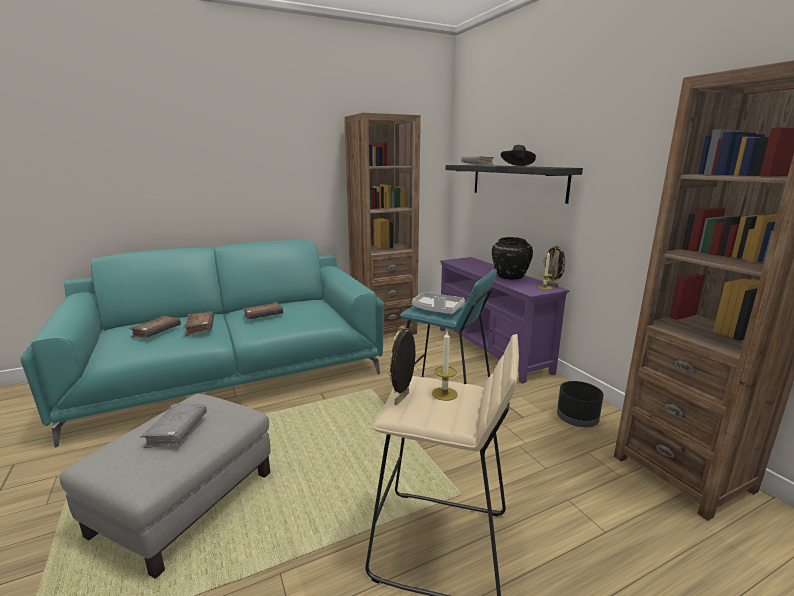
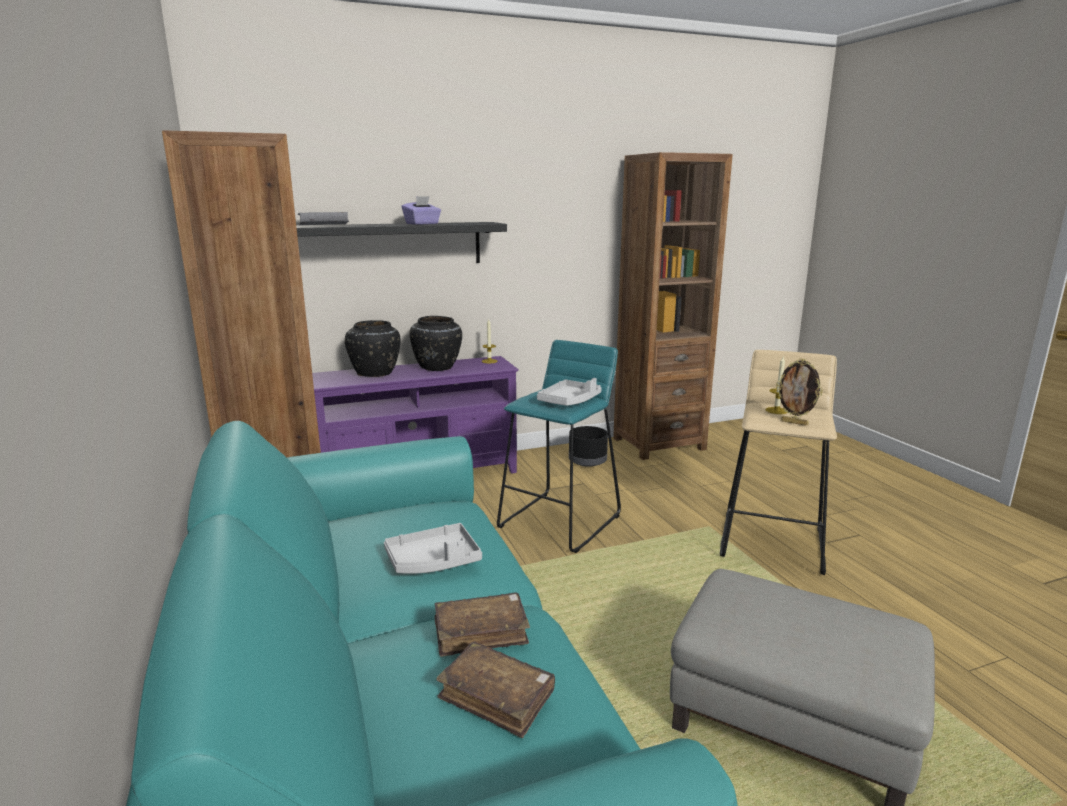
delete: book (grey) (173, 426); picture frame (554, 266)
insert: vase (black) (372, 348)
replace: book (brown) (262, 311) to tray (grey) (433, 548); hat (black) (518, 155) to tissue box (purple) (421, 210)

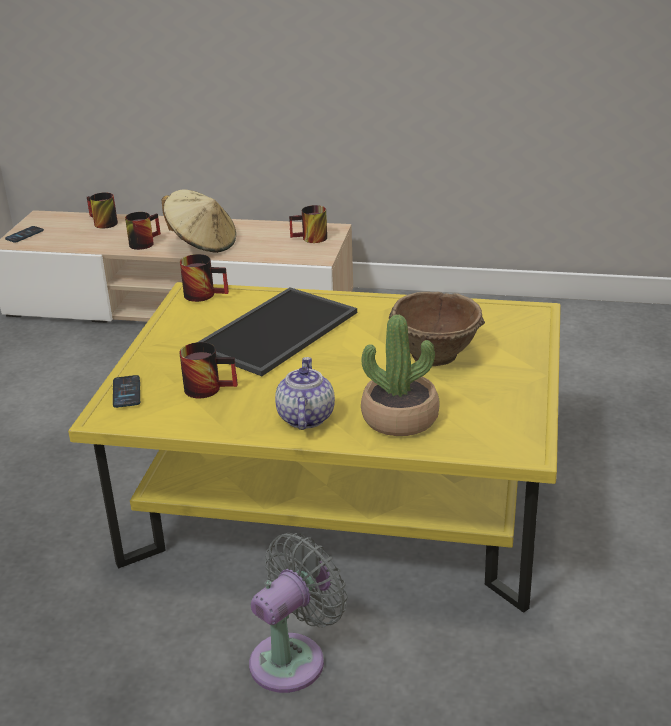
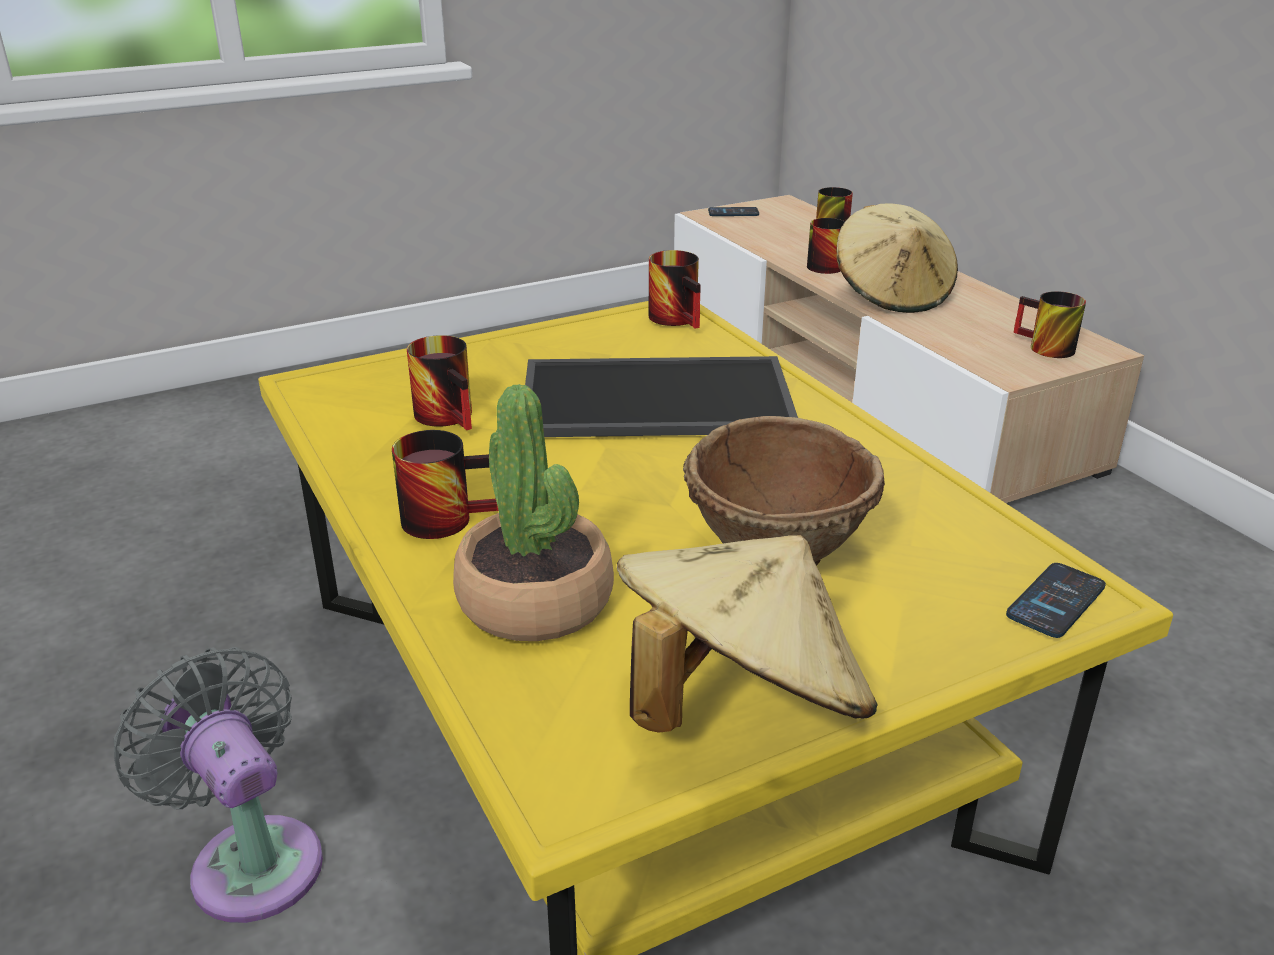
insert: hat (beige) (747, 634)
move: phone (126, 391) to (1056, 600)
replace: teapot (305, 393) to mug (445, 484)
rotate: fan (grey) (298, 613) = (218, 785) 135 degrees counterclockwise

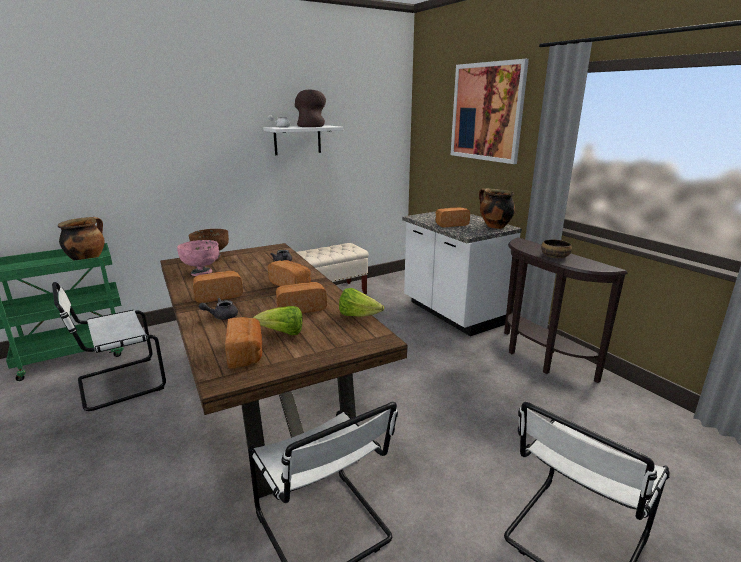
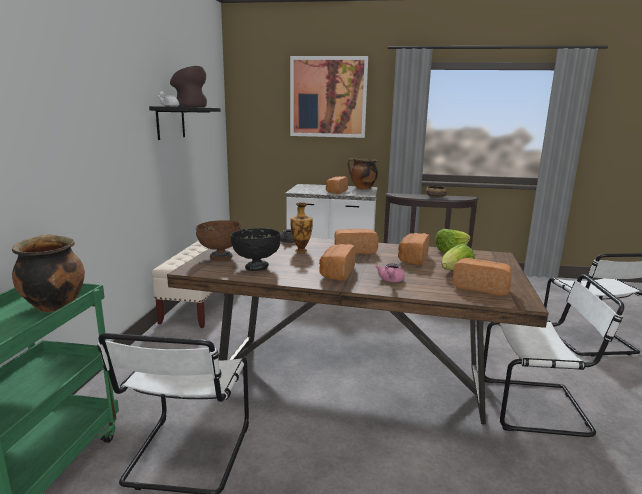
insert: vase (301, 227)
recolor: shelf (white) (303, 140) to shelf (black) (185, 123); bowl (pink) (198, 258) to bowl (black) (256, 249); teapot (grey) (218, 309) to teapot (pink) (390, 272)

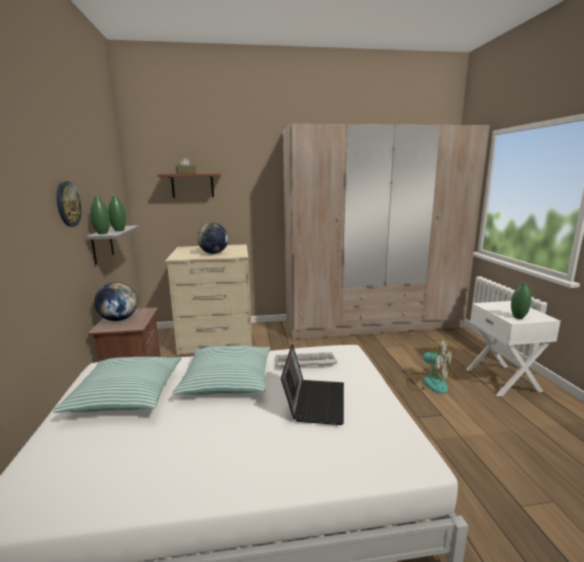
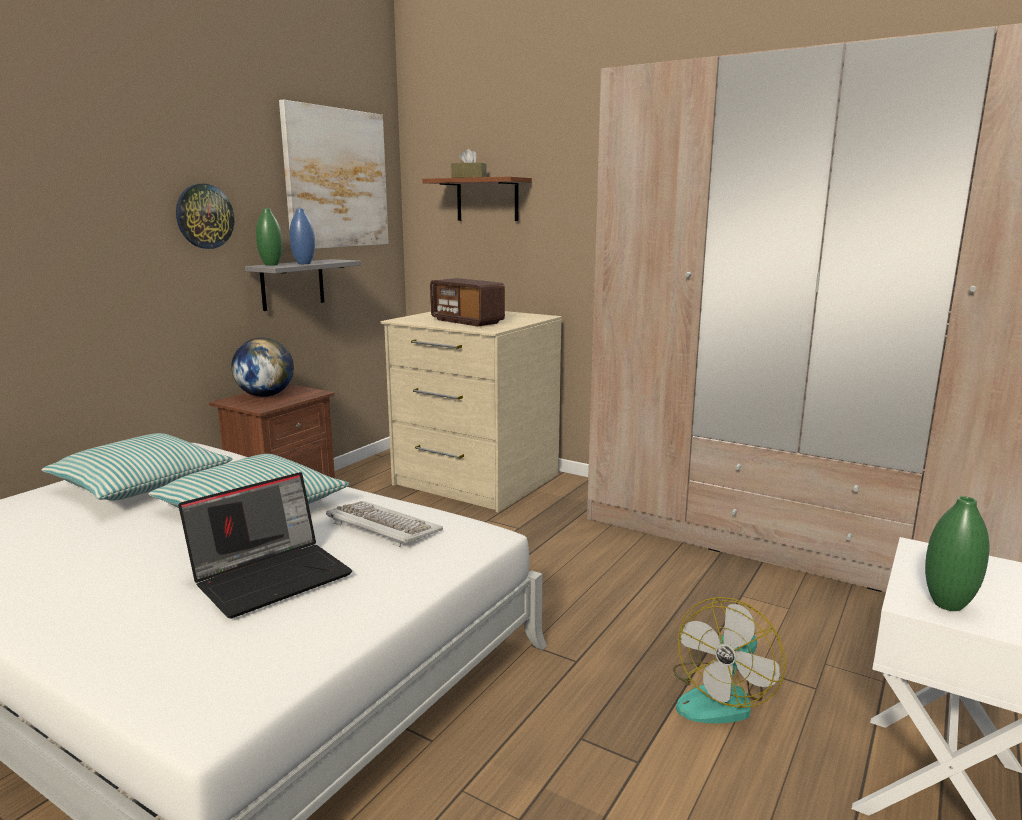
insert: picture (334, 174)
replace: globe (213, 238) to radio (467, 302)
recolor: vase (green) (117, 213) to vase (blue) (302, 236)
rotate: fan (430, 366) = (729, 660) 45 degrees clockwise

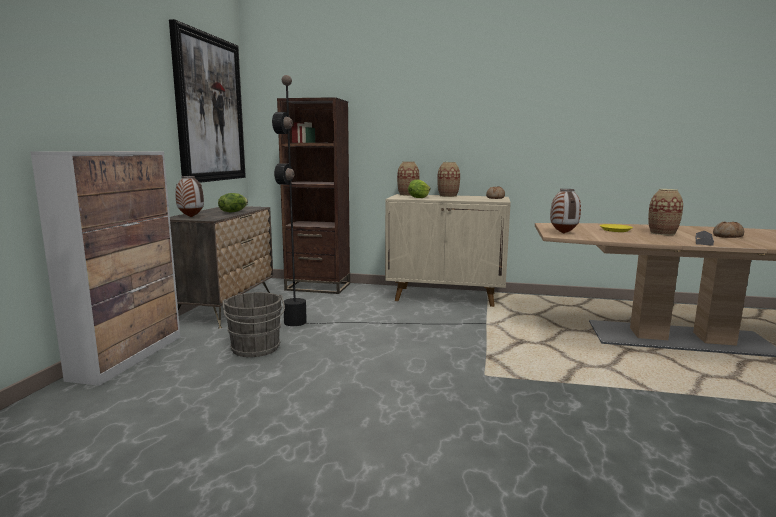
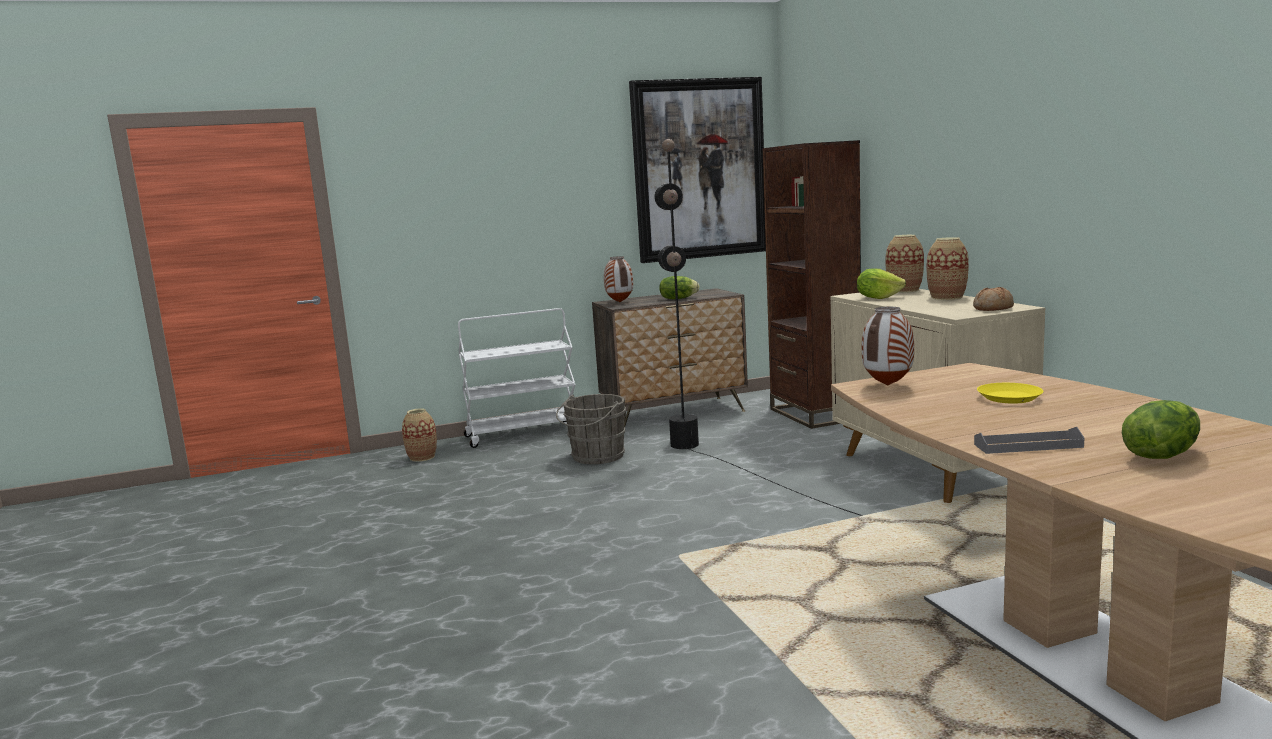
move: vase (665, 212) to (419, 435)
replace: cabinet (105, 268) to cart (white) (517, 378); bread (728, 230) to lettuce (1161, 429)

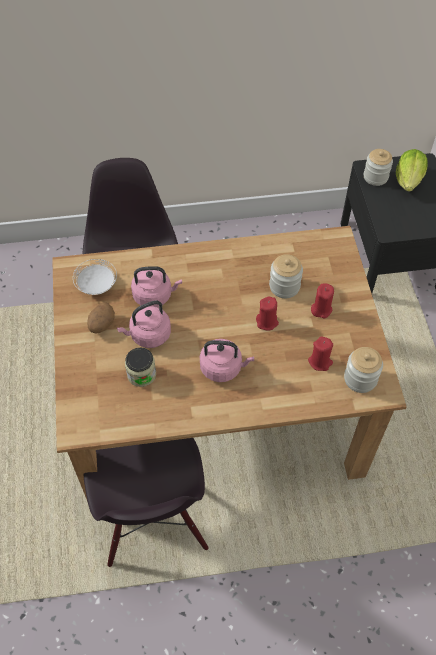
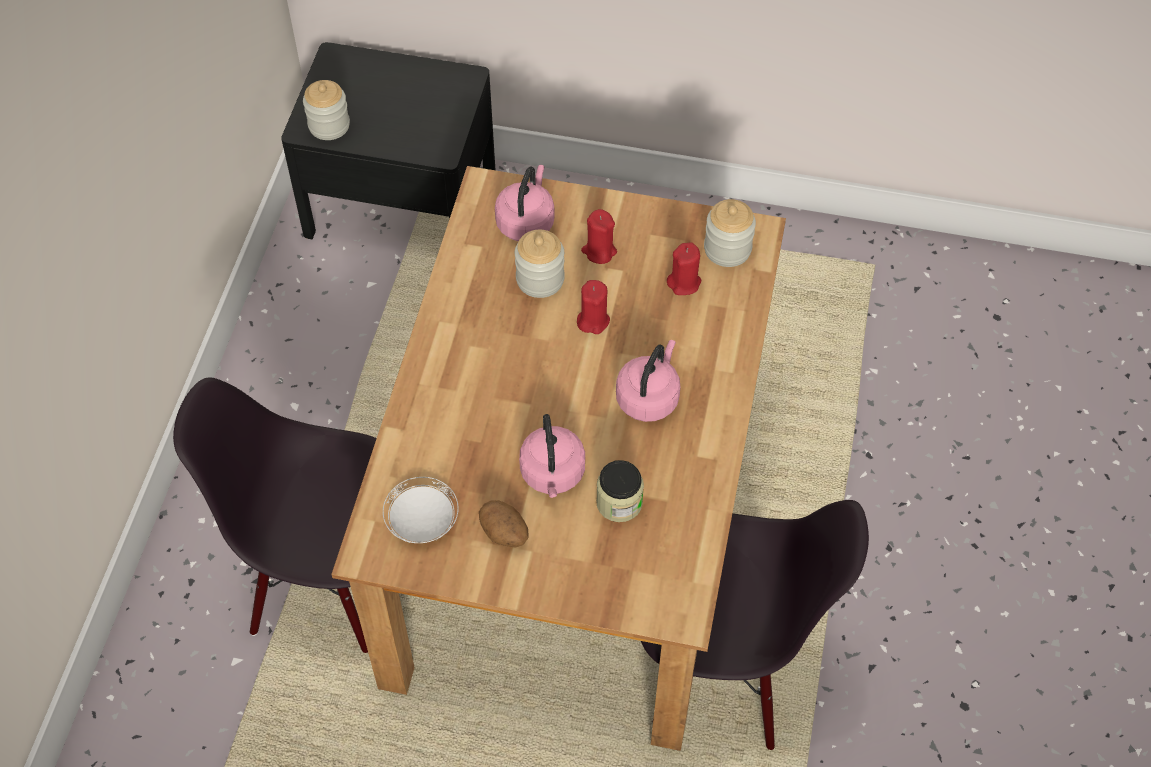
delete: lettuce (412, 170)
move: kettle (pink) (156, 286) to (525, 203)

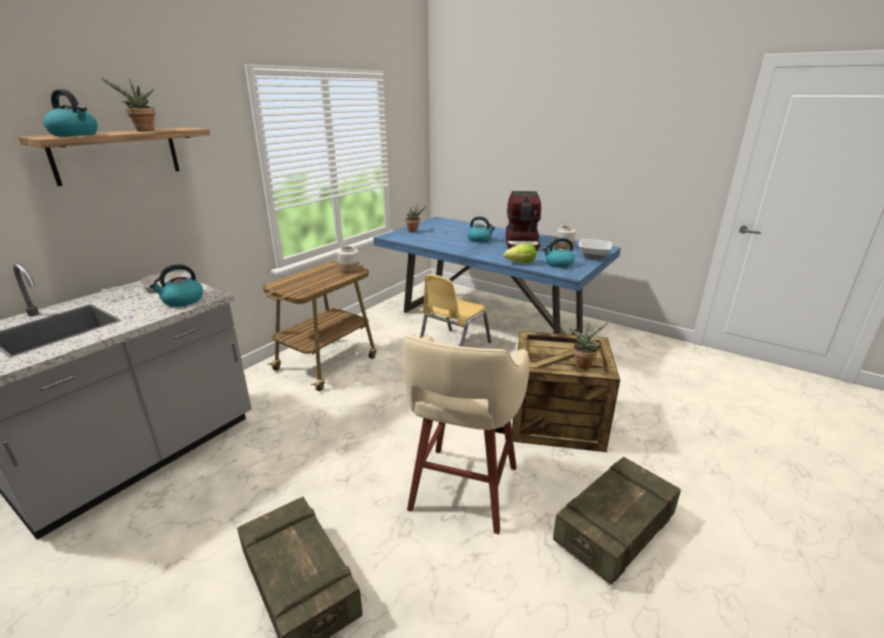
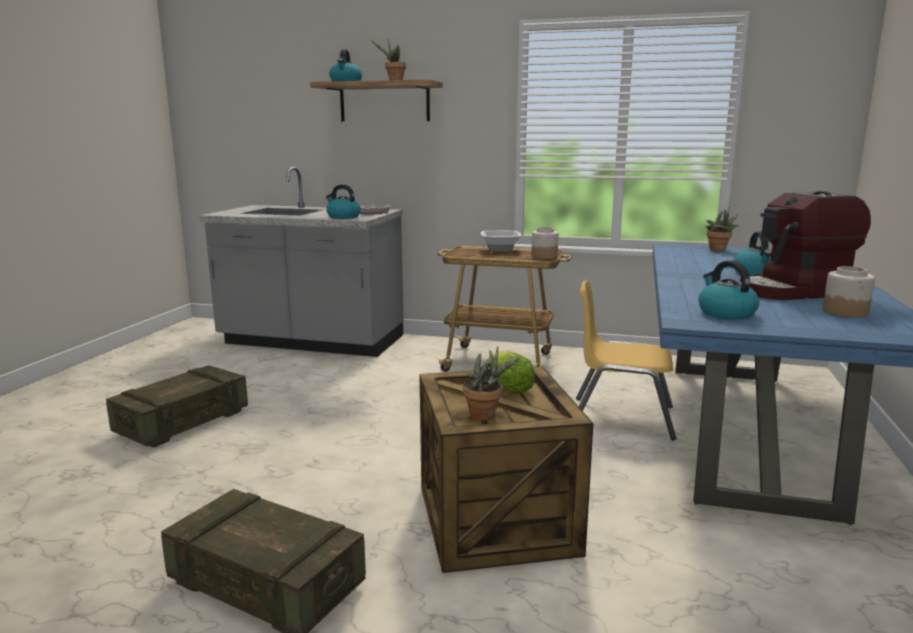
delete: stool (beige) (466, 434)
move: bowl (595, 249) to (501, 241); lettuce (520, 253) to (510, 372)

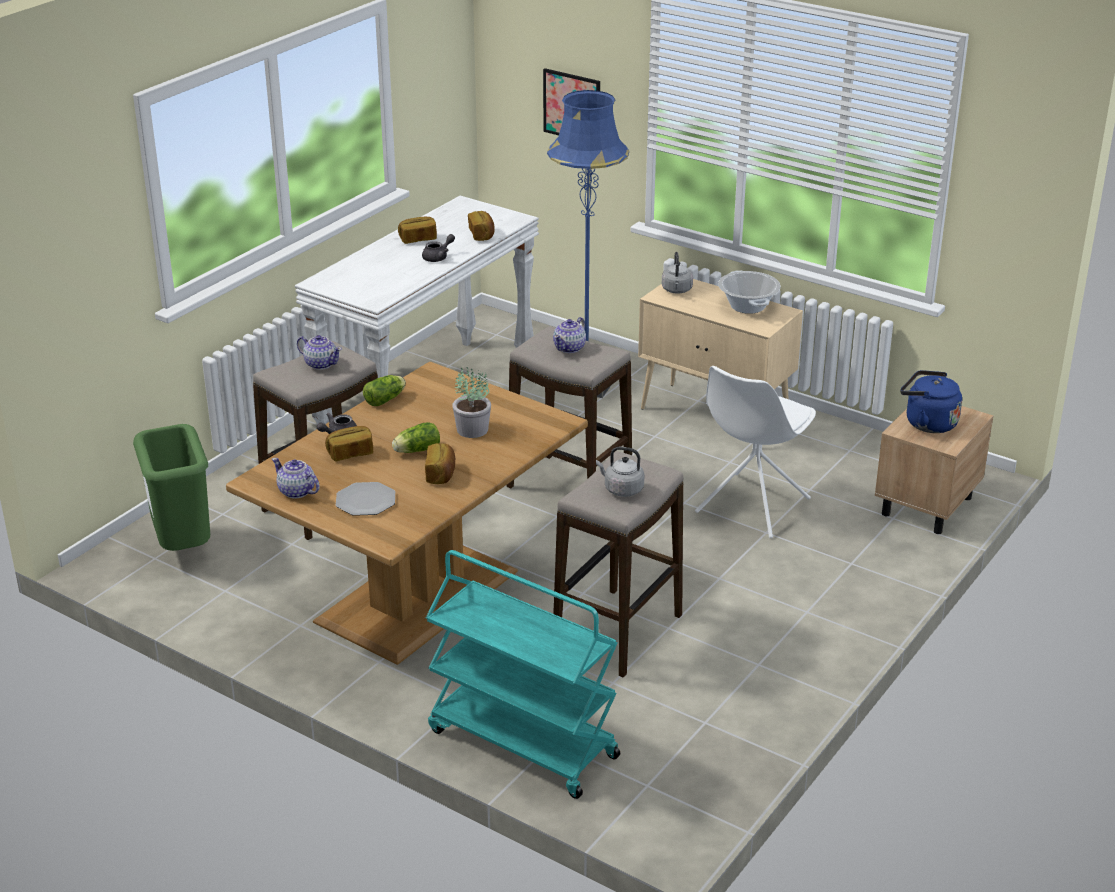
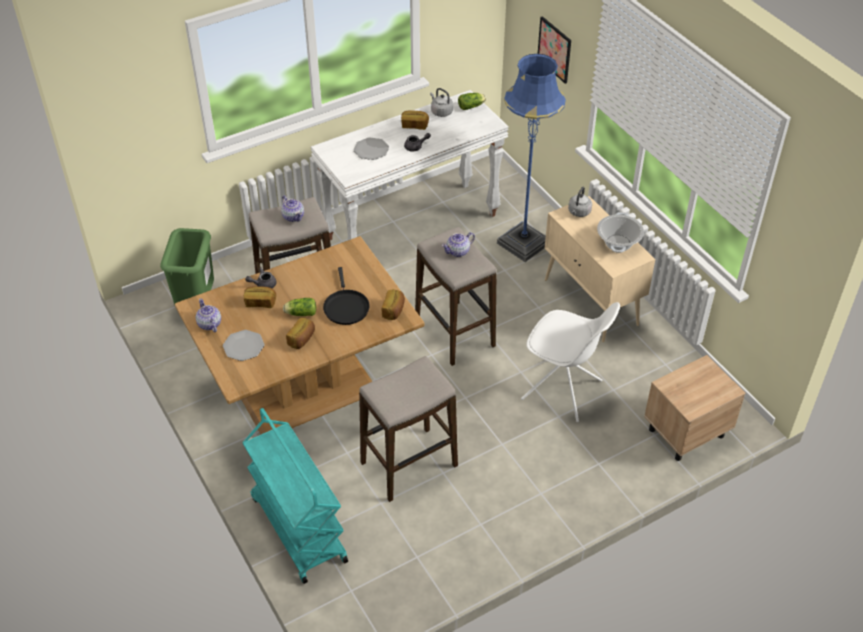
delete: kettle (blue) (931, 401)
insert: plate (371, 148)
move: bread (481, 226) to (393, 304); kettle (grey) (620, 471) to (441, 102); lettuce (384, 390) to (472, 101)
replace: potted plant (471, 402) to frying pan (black) (346, 296)
rotate: chair (white) (755, 452) = (570, 362) 120 degrees counterclockwise

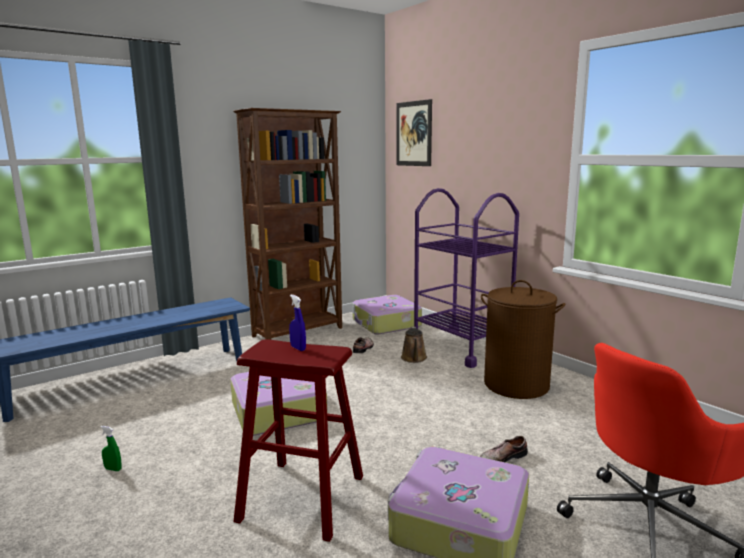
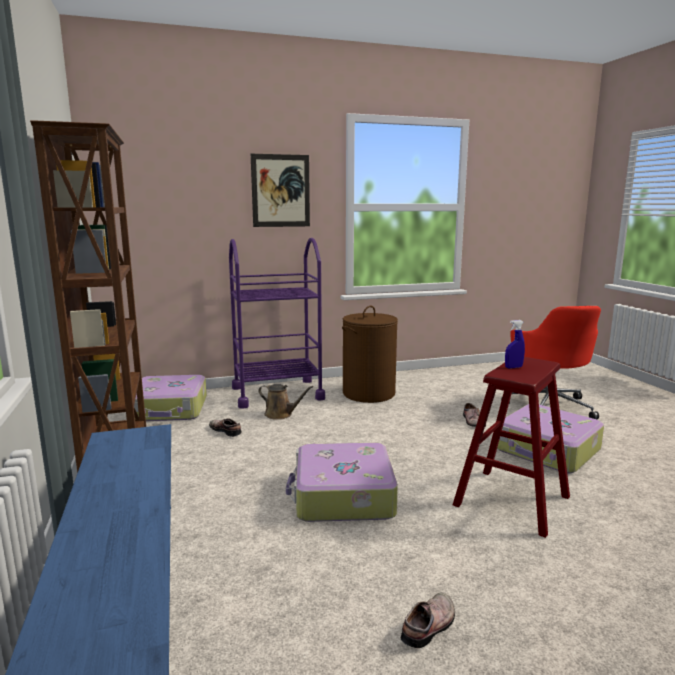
move: picture (414, 132) to (280, 190)
replace: spray bottle (green) (111, 448) to shoe (428, 620)

